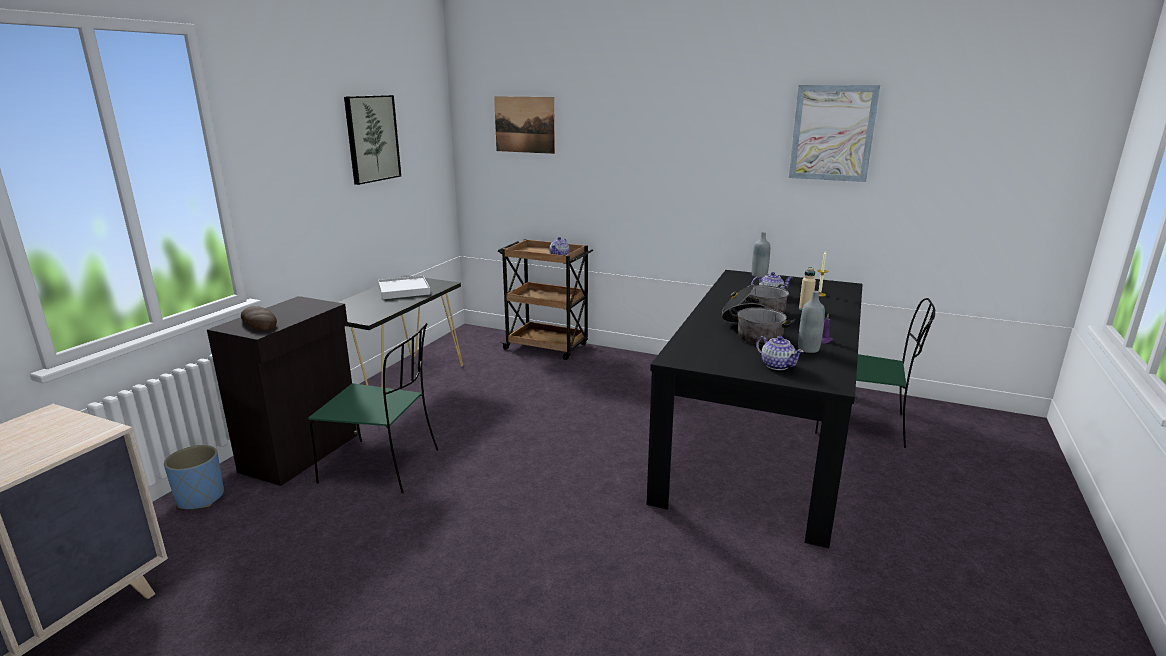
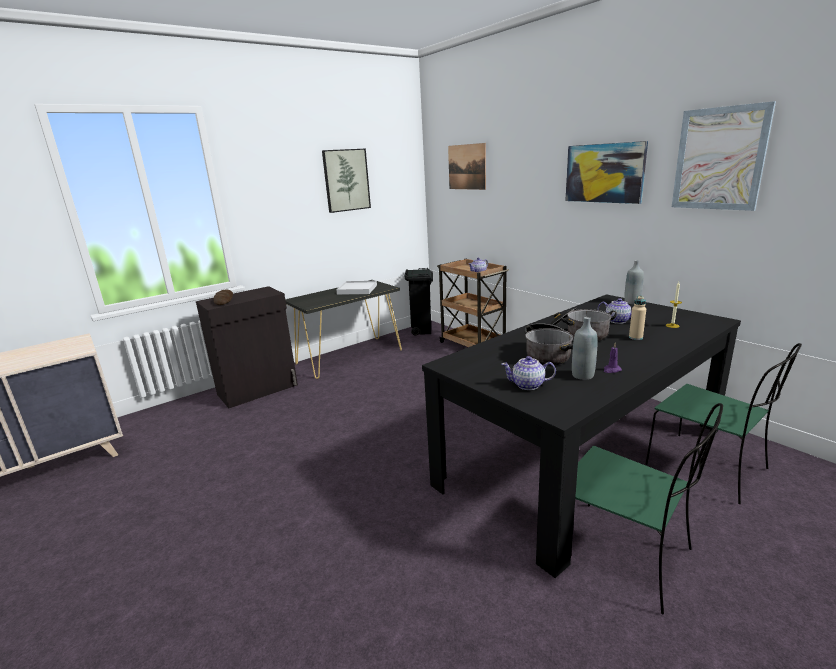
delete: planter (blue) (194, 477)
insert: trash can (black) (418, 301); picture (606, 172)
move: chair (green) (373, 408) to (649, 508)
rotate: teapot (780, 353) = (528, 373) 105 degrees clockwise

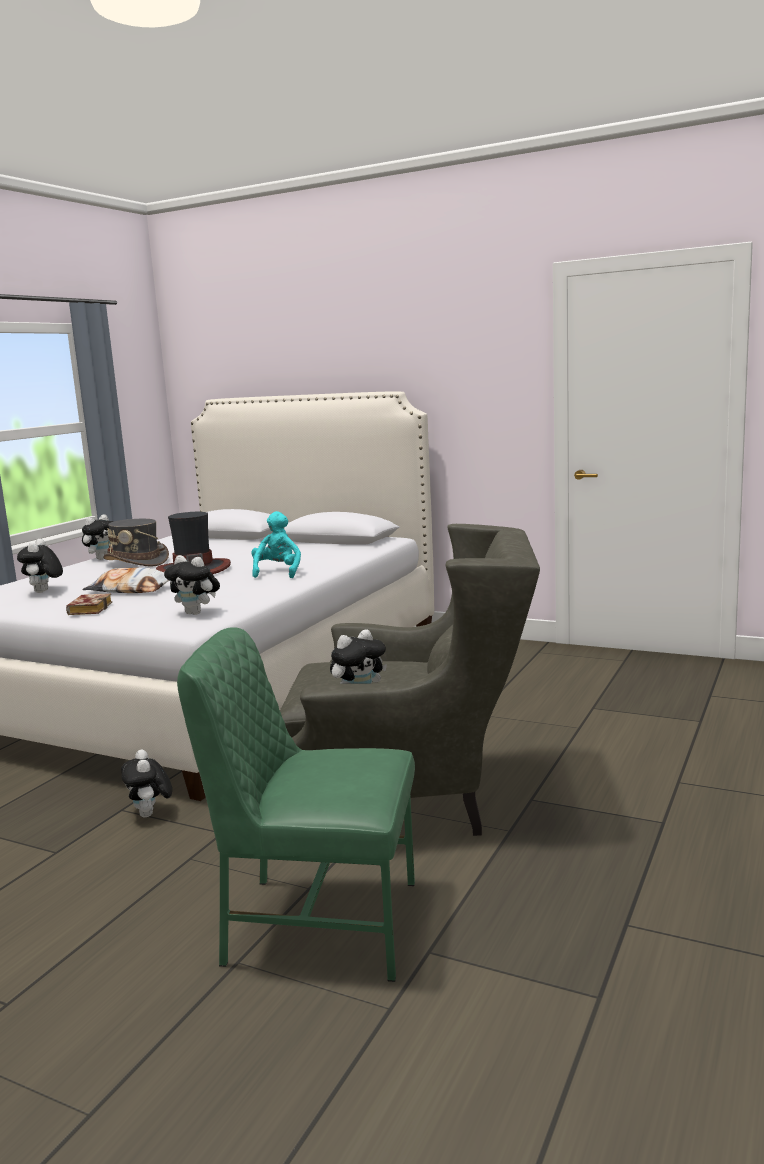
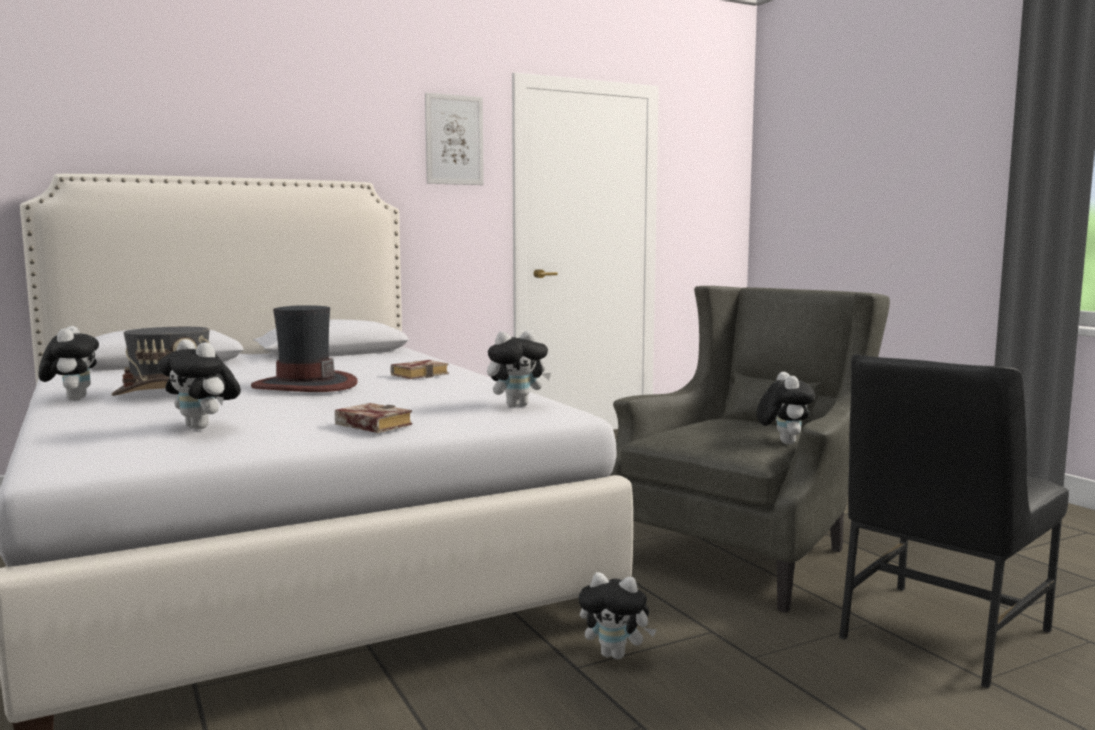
delete: pillow (126, 580)
insert: picture (454, 139)
replace: plush toy (turquoise) (276, 544) to book (419, 369)
recolor: chair (green) (296, 804) to chair (black) (954, 521)

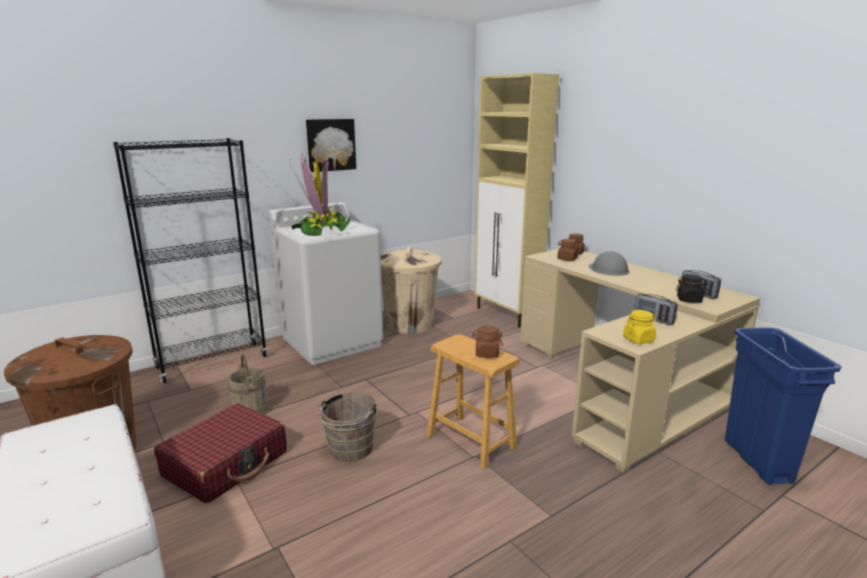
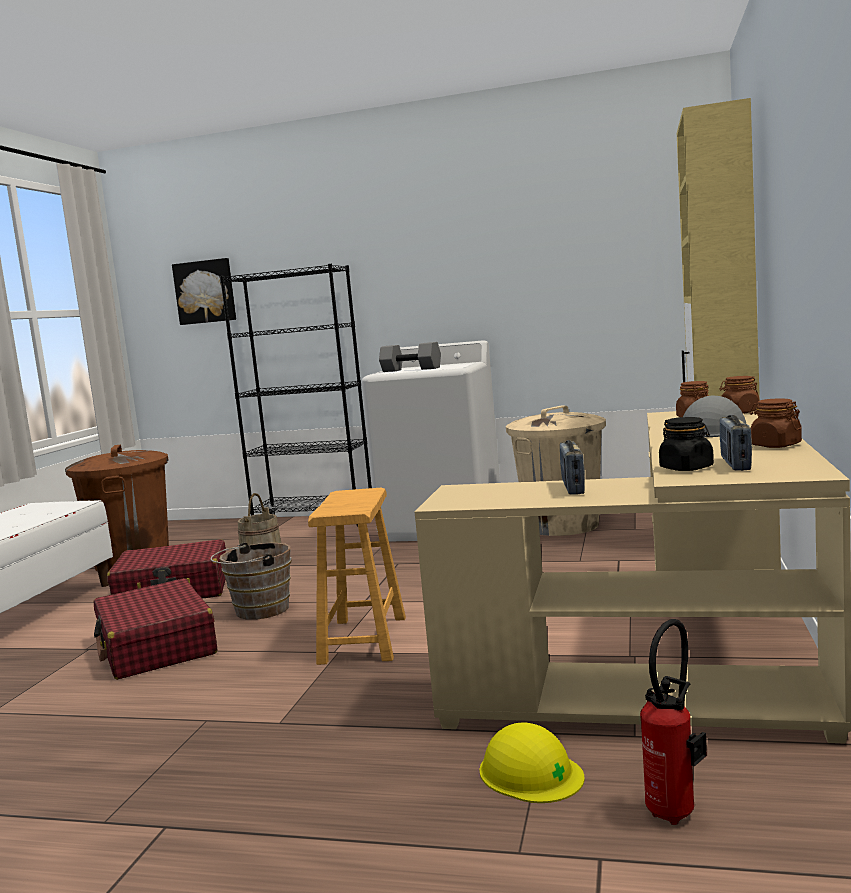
delete: jar (yellow) (639, 327)
insert: suitcase (red) (155, 629); hard hat (yellow) (532, 763)
move: picture (331, 145) to (204, 291); jar (brown) (487, 341) to (775, 423)
replace: potted plant (320, 194) to dumbbell (grey) (410, 357); trash can (blue) (783, 406) to fire extinguisher (673, 722)

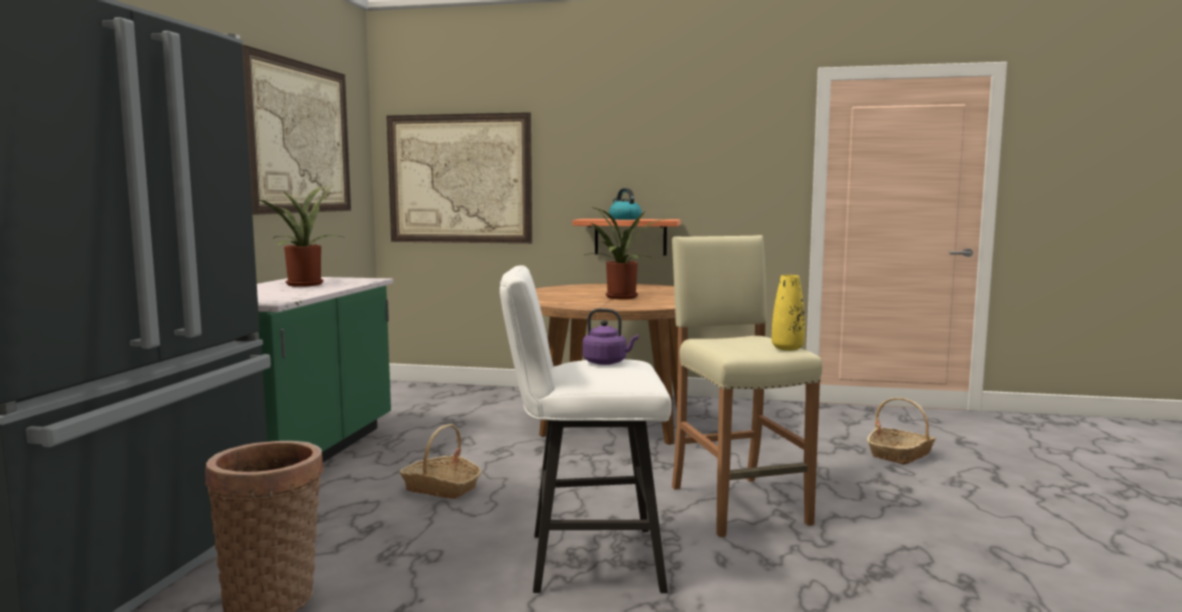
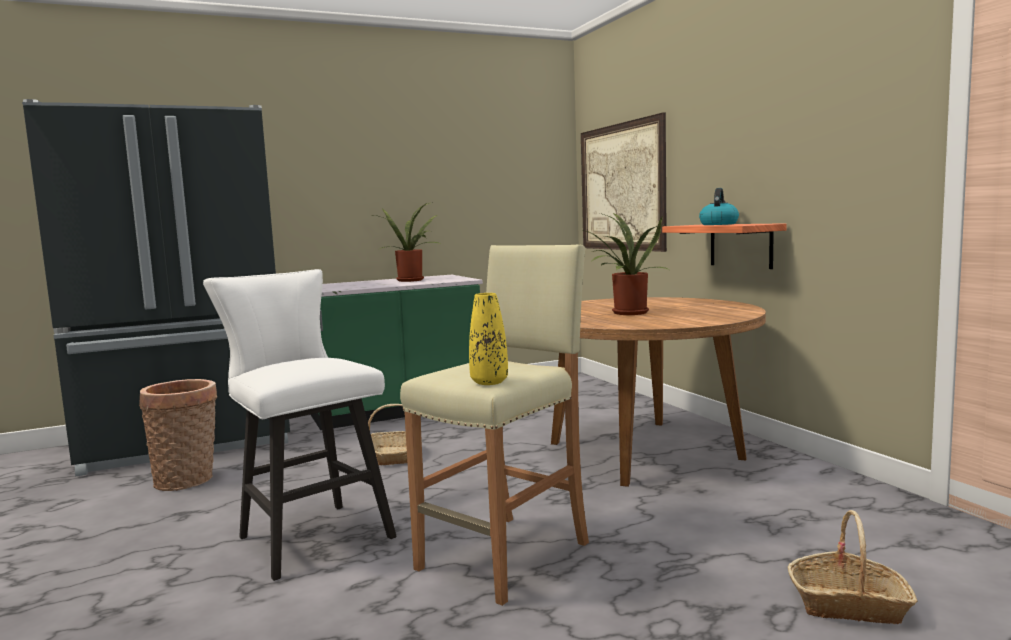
delete: picture (296, 130); kettle (purple) (610, 336)

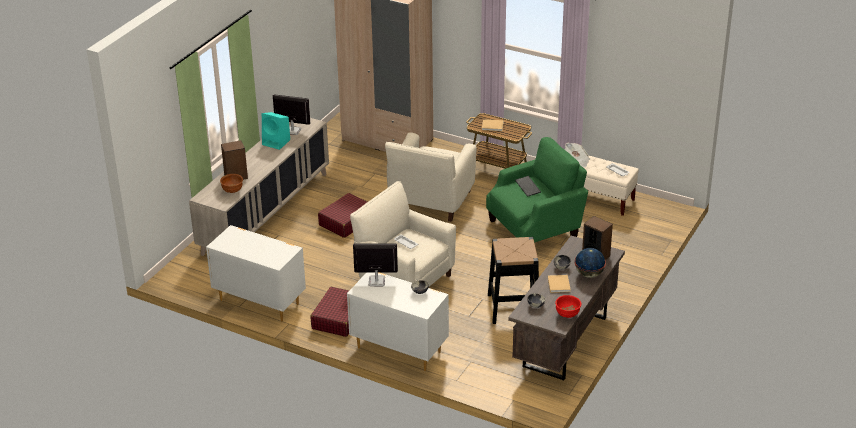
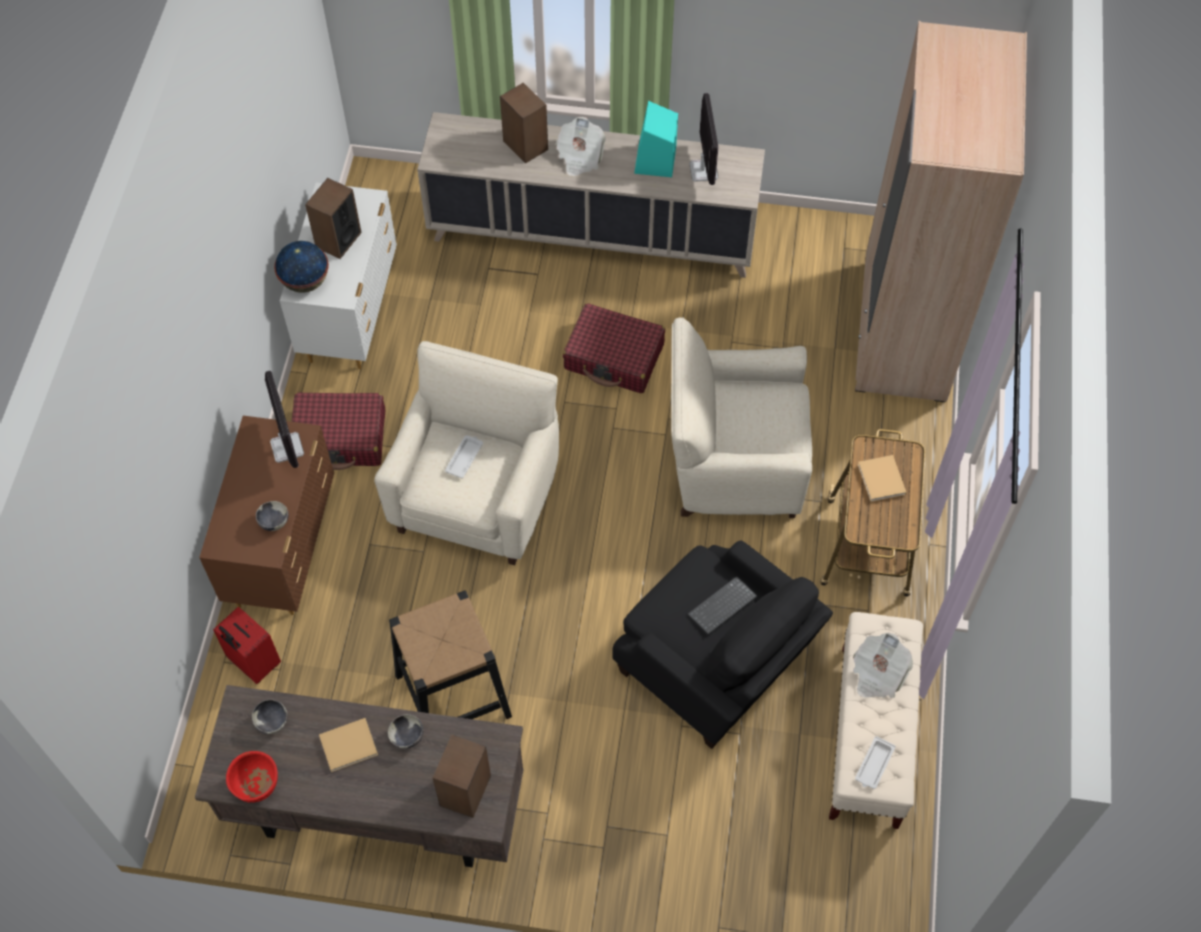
delete: bowl (brown) (231, 183)
insert: suitcase (red) (247, 645); speaker (333, 218); newspaper (581, 146)
move: globe (590, 263) to (301, 267)
recolor: dresser (white) (398, 321) to dresser (brown) (266, 515); armchair (green) (537, 190) to armchair (black) (722, 645)

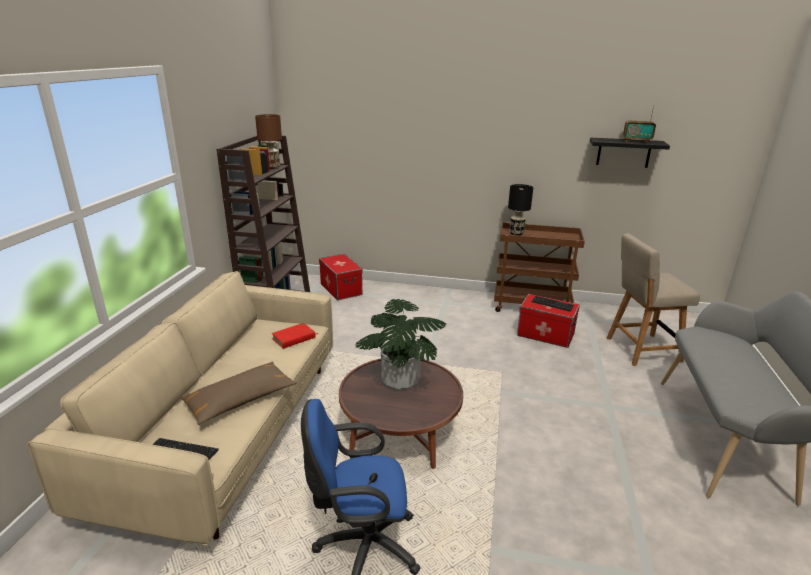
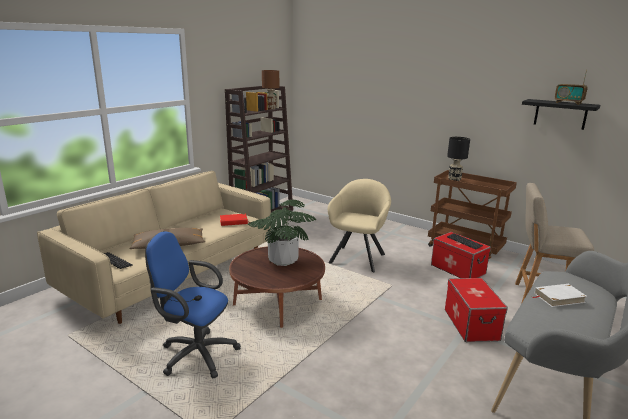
insert: armchair (beige) (359, 225); book (white) (560, 295)
move: storage box (340, 277) to (476, 310)

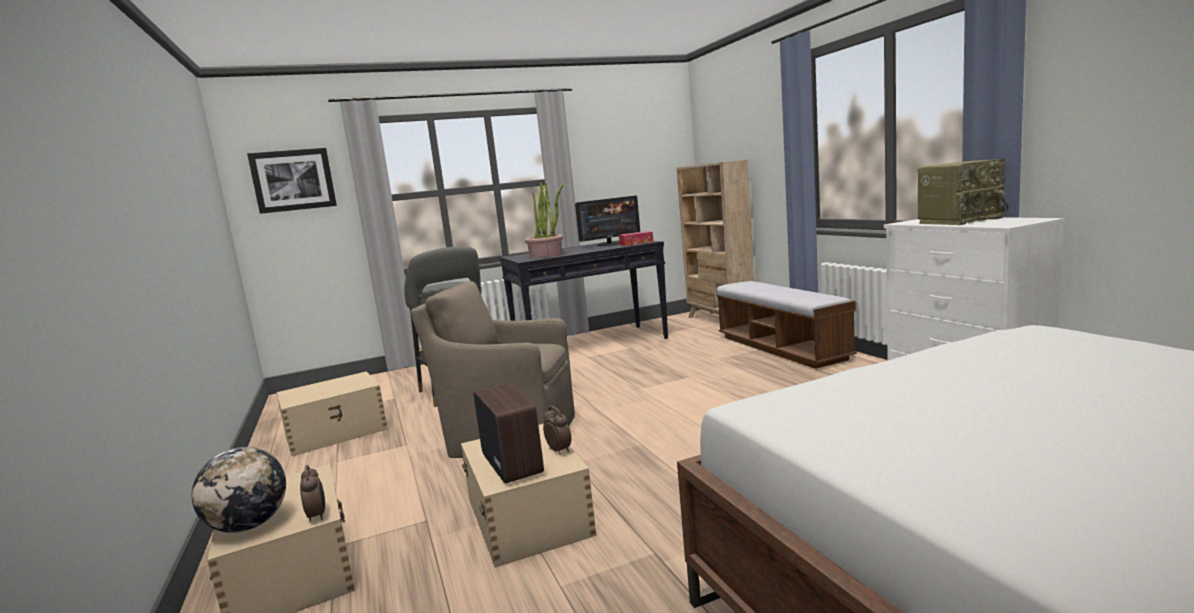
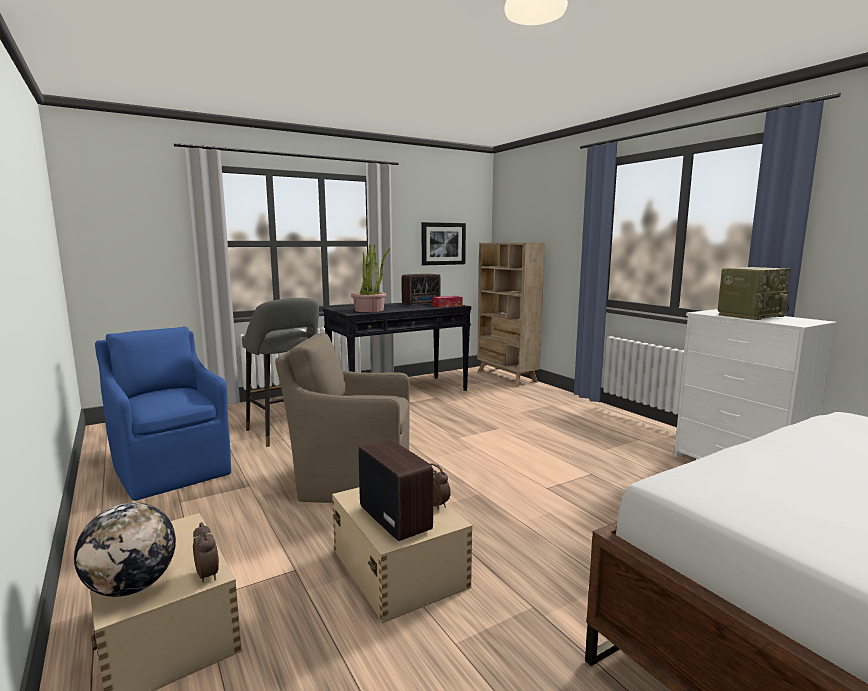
delete: bench (786, 325)
move: picture (292, 181) to (444, 243)
replace: storage box (beige) (332, 413) to armchair (blue) (163, 414); monitor (607, 221) to radio (421, 290)

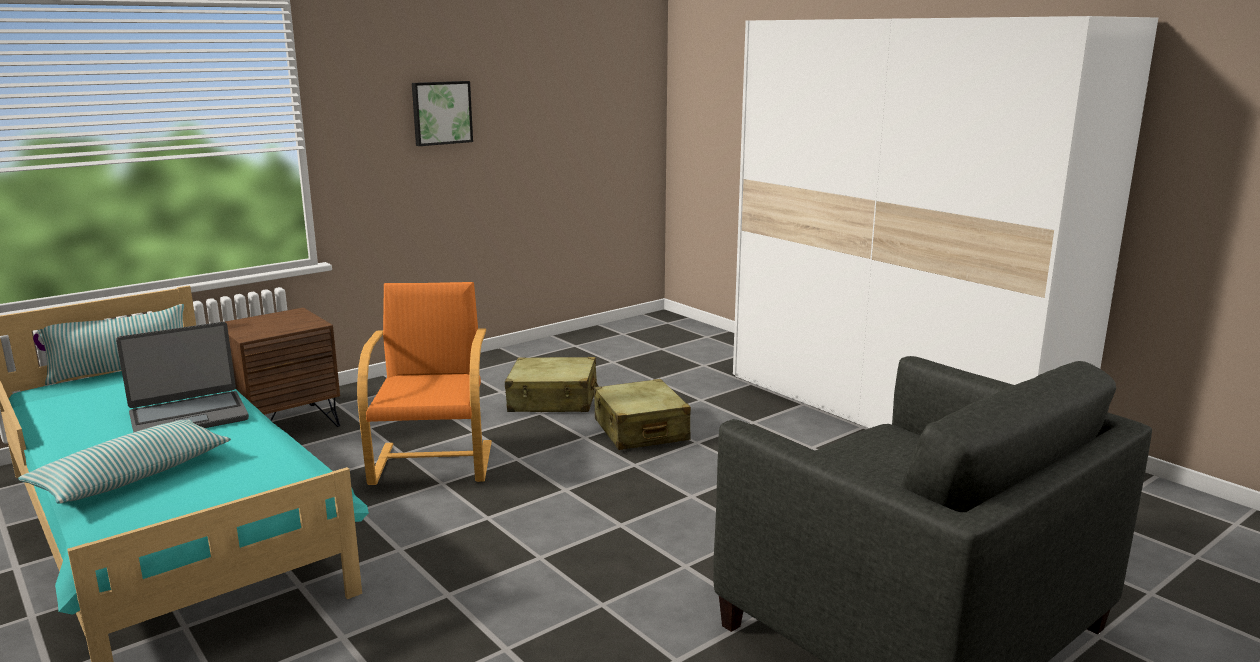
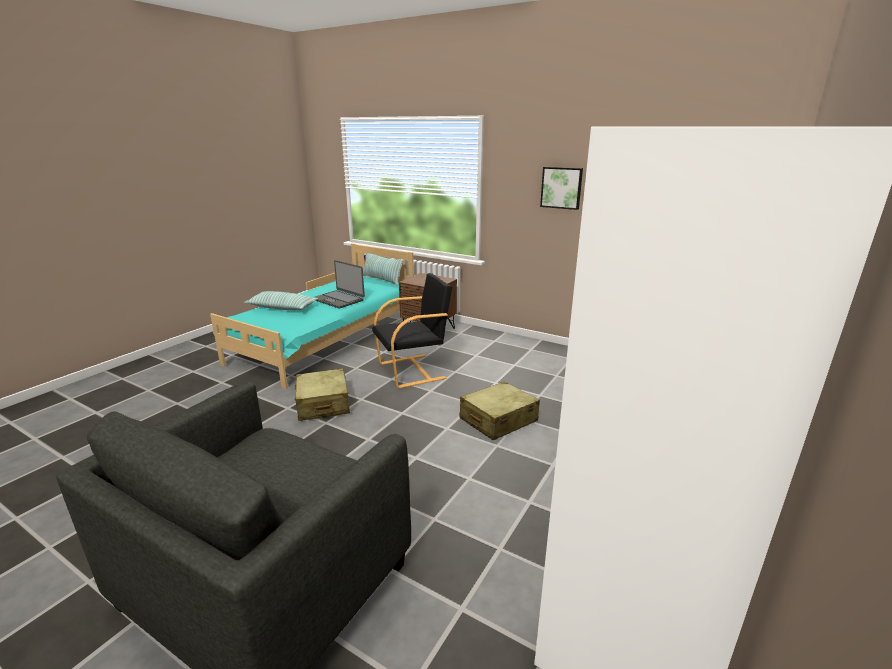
move: suitcase (beige) (552, 384) to (322, 394)
recolor: armchair (orange) (424, 383) to armchair (black) (412, 331)

